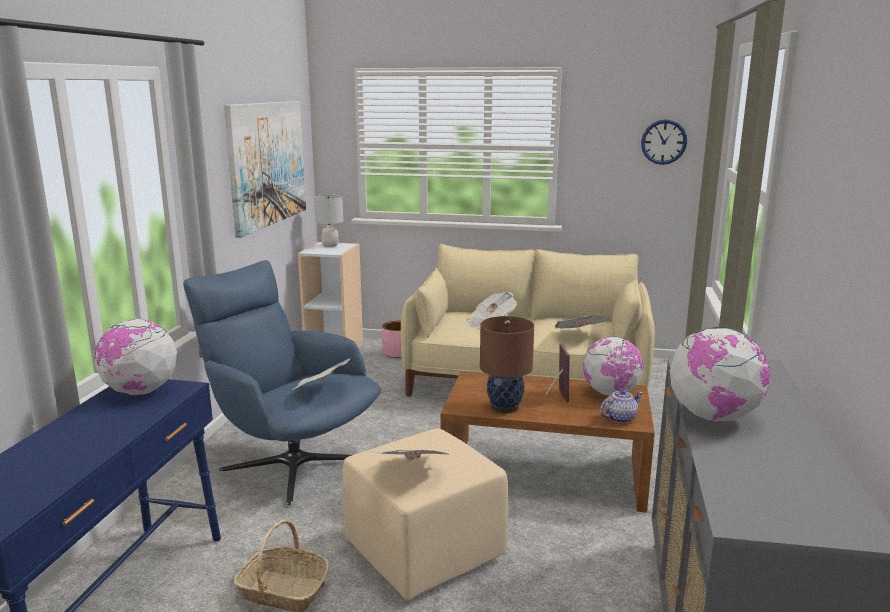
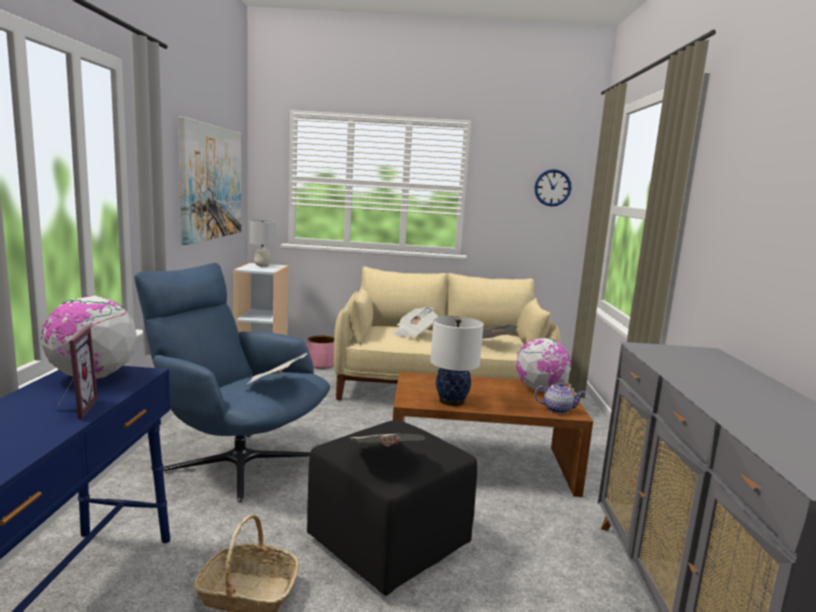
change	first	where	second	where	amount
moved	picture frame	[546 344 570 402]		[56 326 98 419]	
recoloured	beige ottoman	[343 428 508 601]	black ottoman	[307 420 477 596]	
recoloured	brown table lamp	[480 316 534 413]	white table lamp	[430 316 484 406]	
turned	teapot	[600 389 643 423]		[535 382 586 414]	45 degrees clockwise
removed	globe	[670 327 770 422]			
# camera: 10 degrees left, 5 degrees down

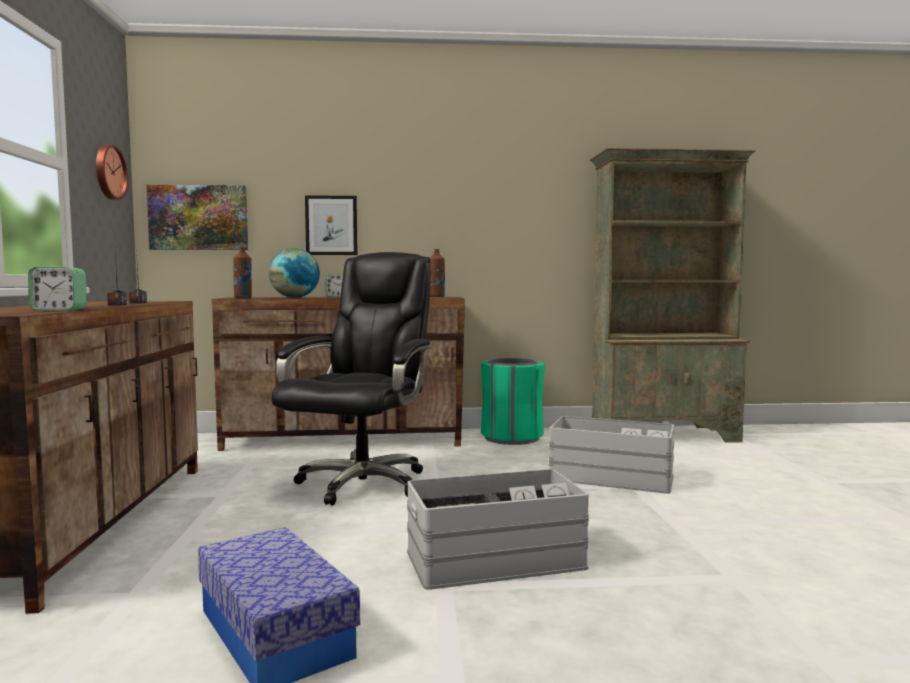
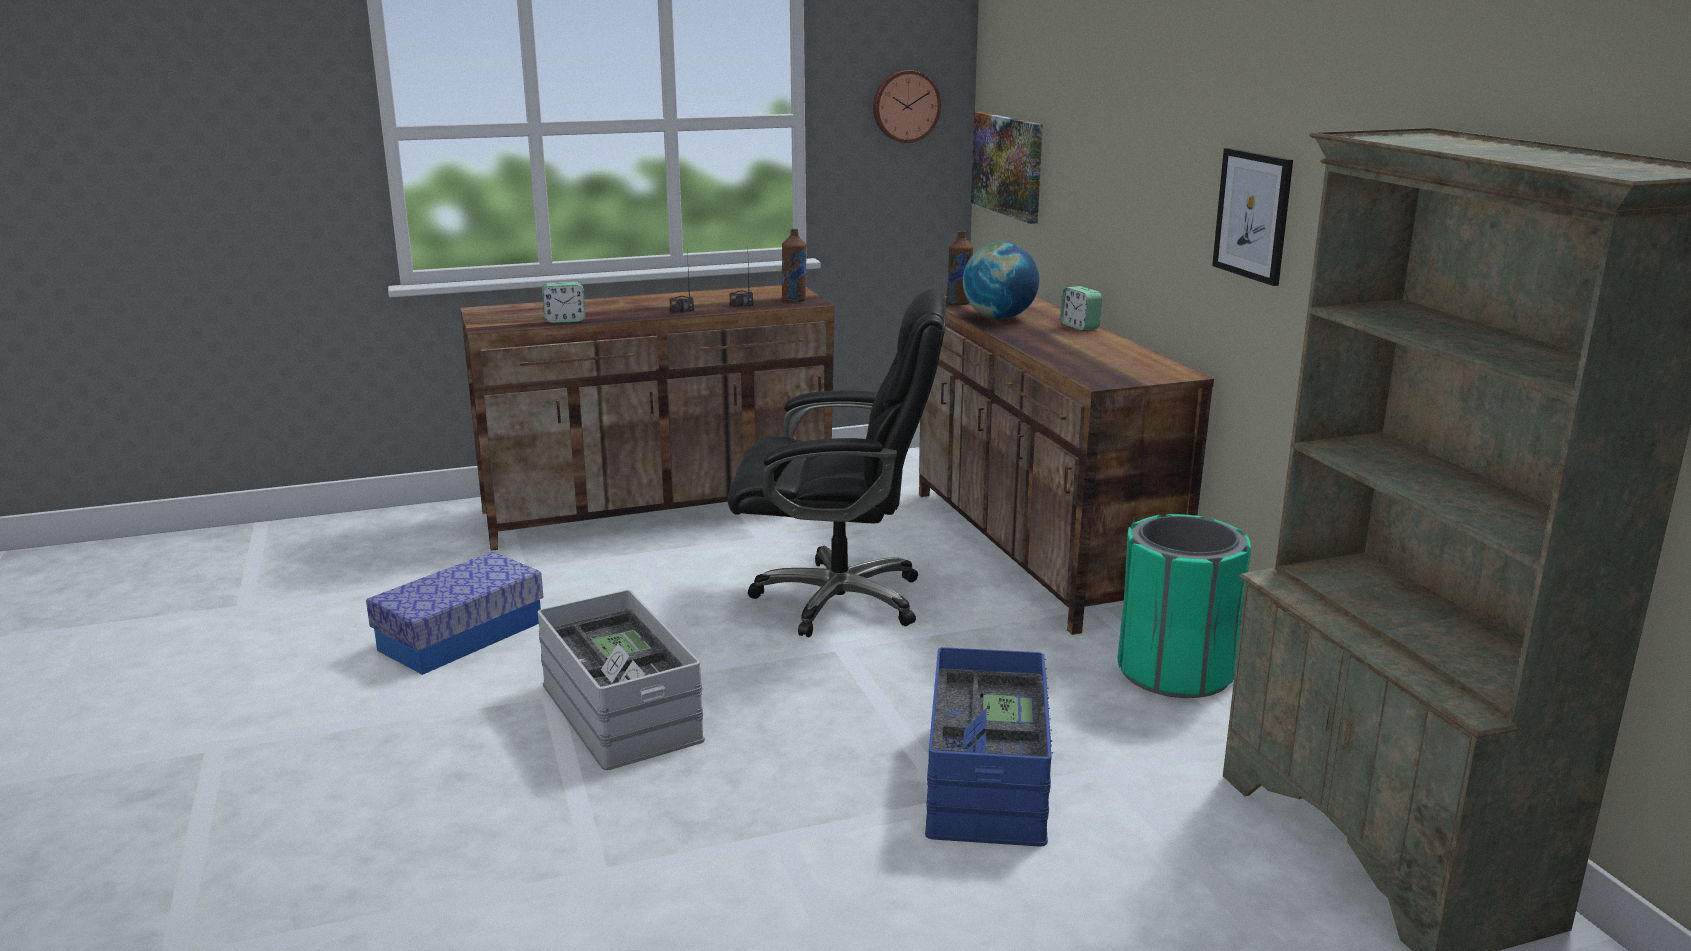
change	first	where	second	where	amount
turned	alarm clock	[28 267 87 311]		[542 282 585 323]	90 degrees counterclockwise
moved	brown bottle	[430 249 445 297]		[782 229 806 302]	
recoloured	grey storage box	[549 416 675 494]	blue storage box	[925 647 1053 847]	
moved	picture	[305 195 358 255]		[1212 148 1293 286]	
# camera: 75 degrees right, 15 degrees up

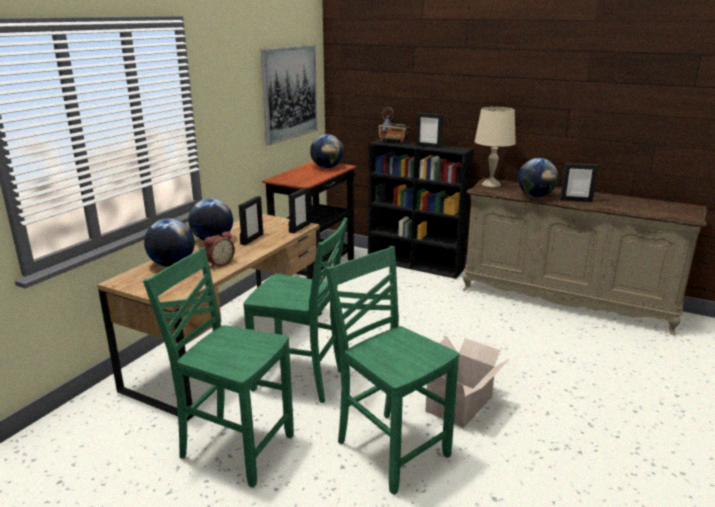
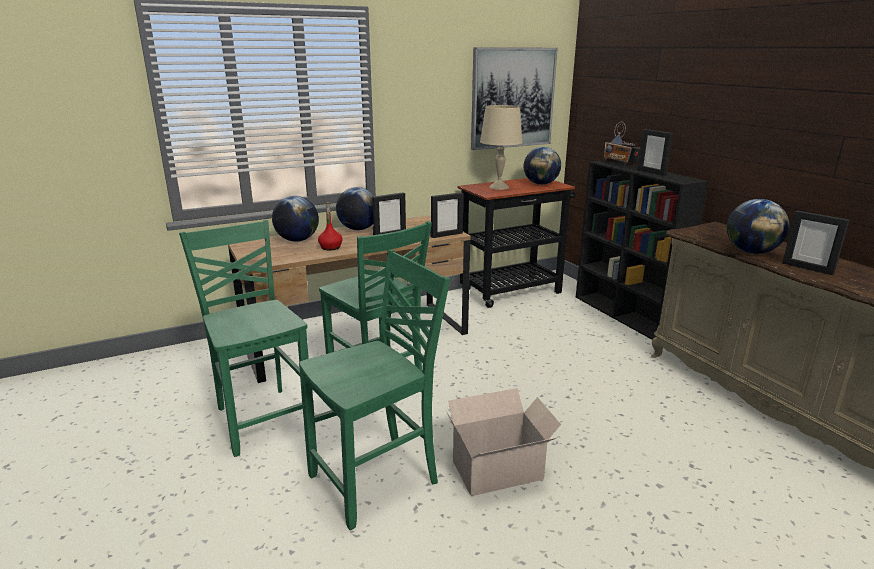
change	first	where	second	where	amount
turned	green chair	[325 246 459 495]		[299 250 450 530]	60 degrees clockwise
replaced	alarm clock	[204 231 235 268]	red bottle	[318 202 343 250]	
moved	beige table lamp	[474 107 516 187]		[480 105 523 190]	
# camera: 35 degrees right, 0 degrees up

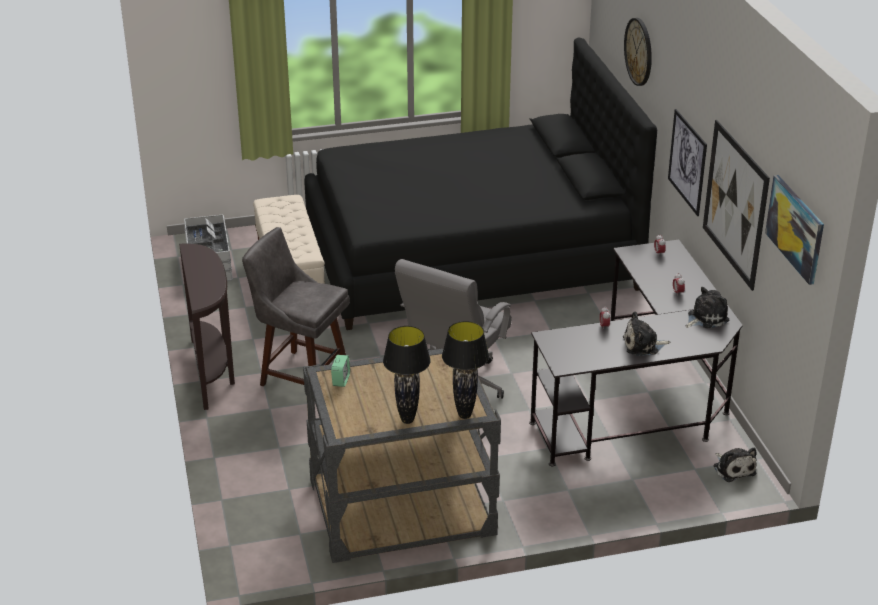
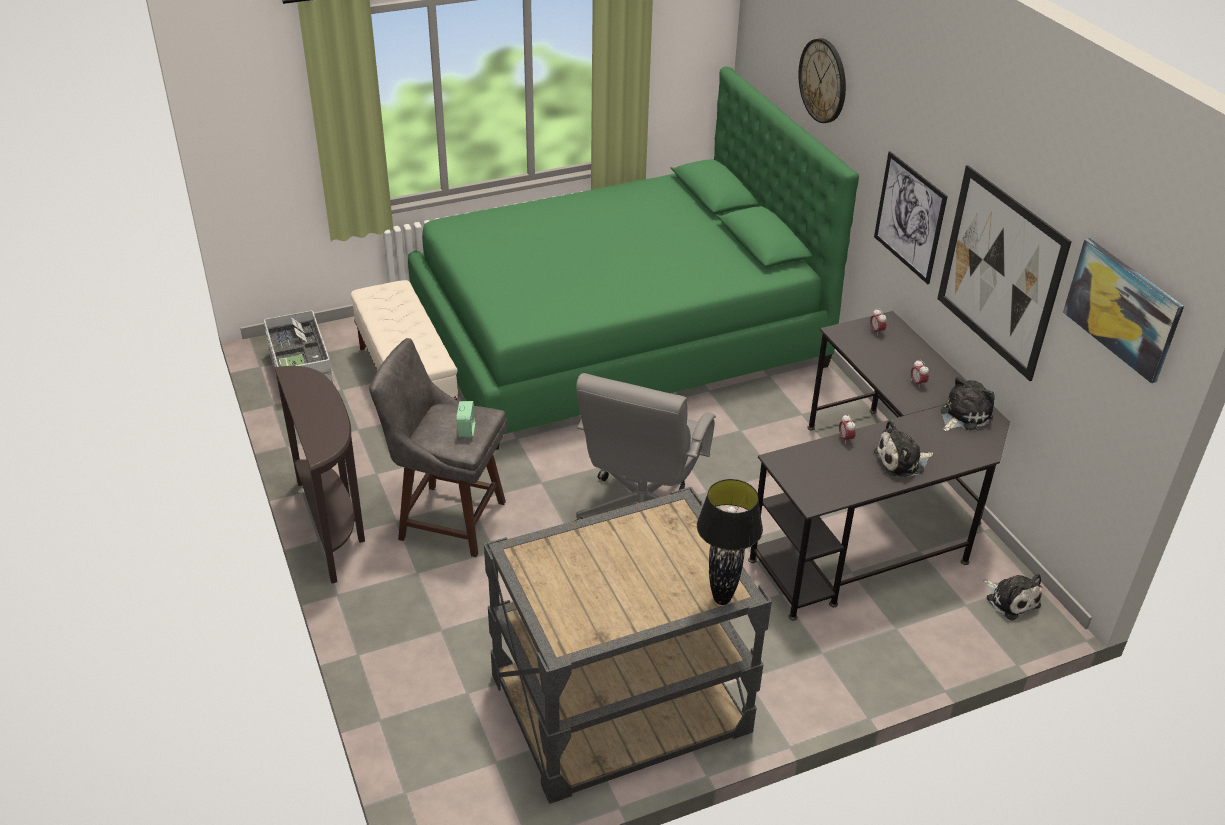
change	first	where	second	where	amount
recoloured	black bed	[304 38 657 330]	green bed	[408 67 859 450]	
moved	alarm clock	[331 355 350 387]		[456 401 476 438]	
removed	black table lamp	[383 326 431 424]			
# camera: 10 degrees left, 5 degrees up

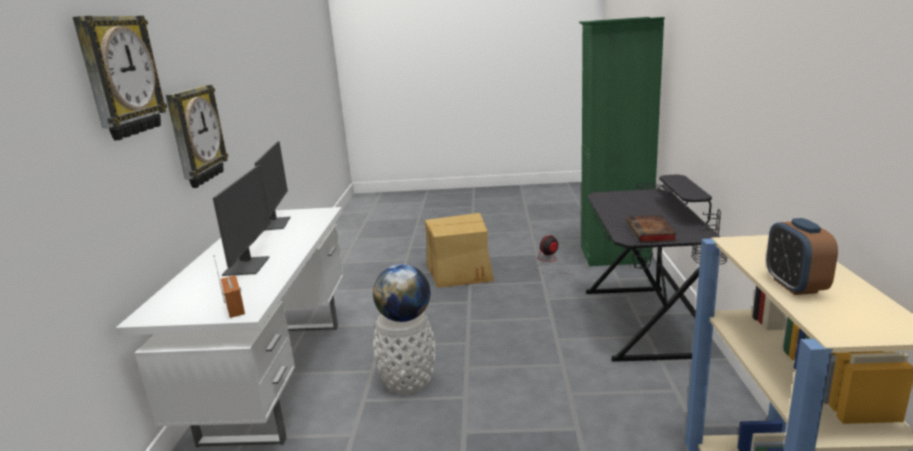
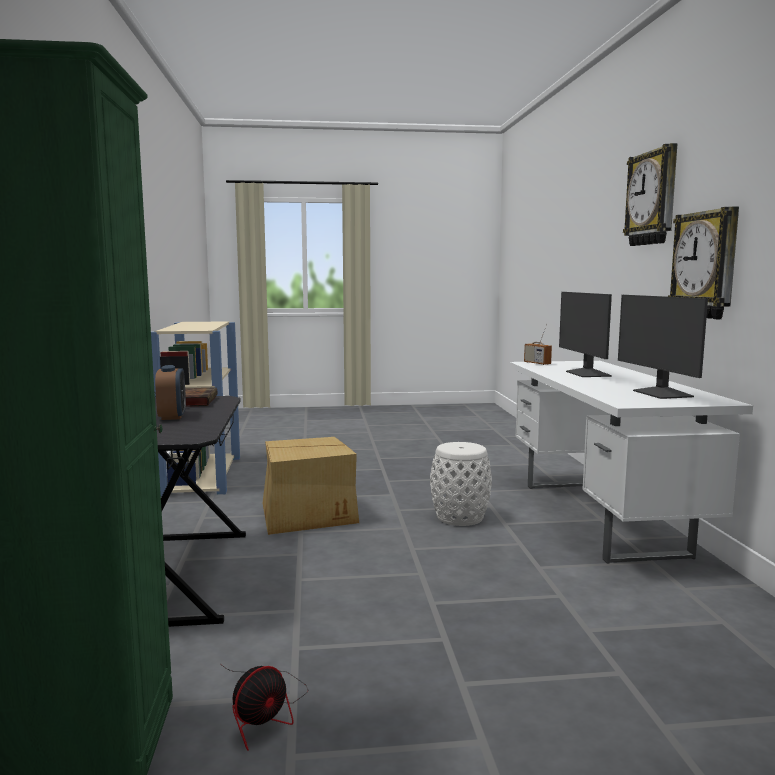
change	first	where	second	where	amount
moved	alarm clock	[766 218 838 295]		[155 365 186 420]	
moved	cardboard box	[425 213 494 288]		[263 437 359 535]	
removed	globe	[373 264 430 322]			
# camera: 170 degrees right, 10 degrees down

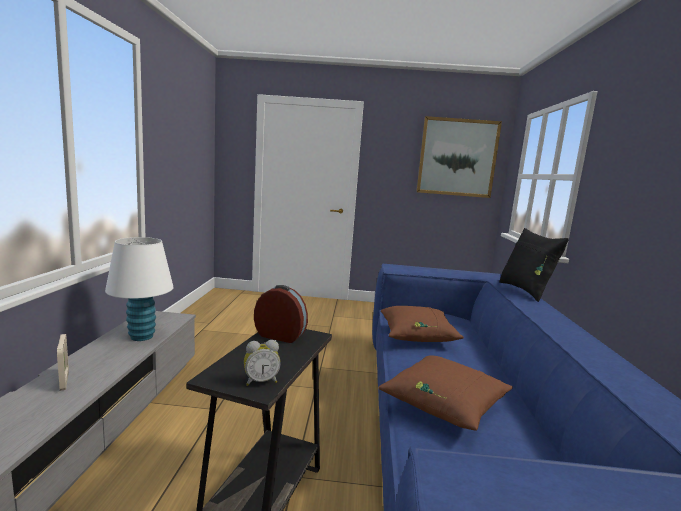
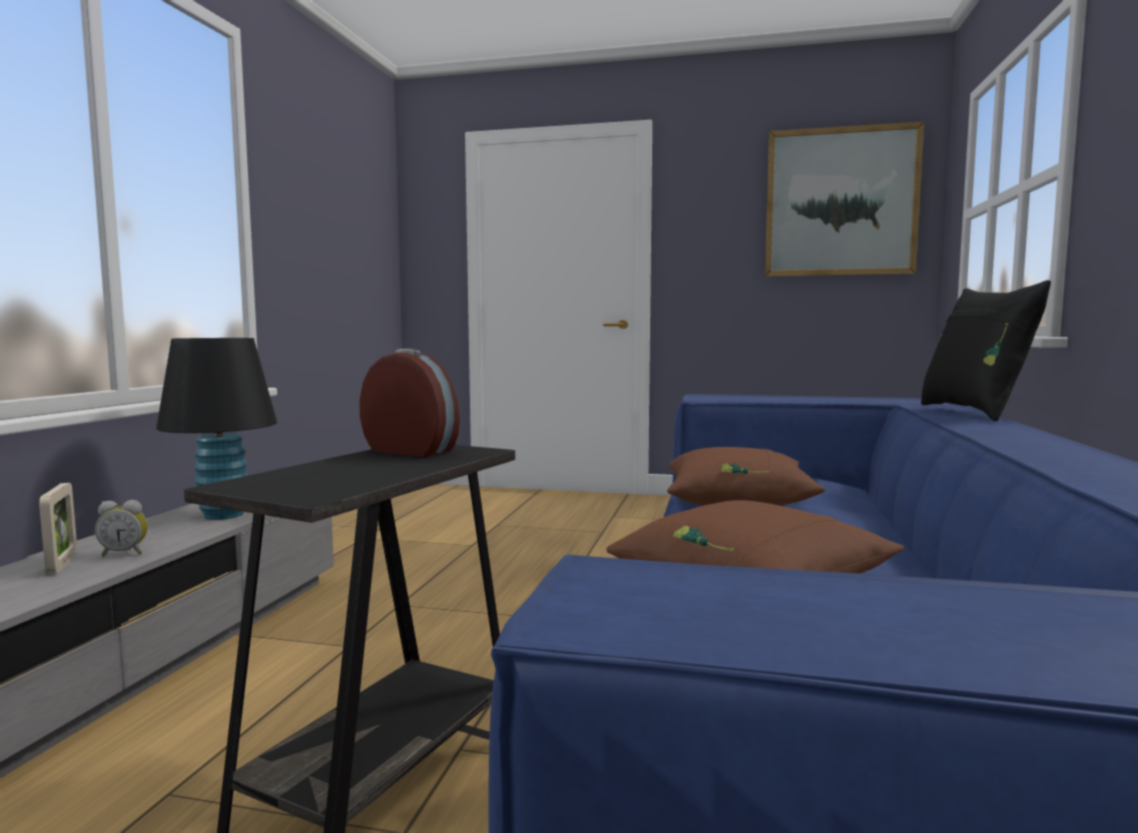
change	first	where	second	where	amount
moved	alarm clock	[244 340 281 386]		[95 500 148 556]	
recoloured	white table lamp	[105 237 174 341]	black table lamp	[156 338 277 520]	
# camera: 10 degrees right, 5 degrees down

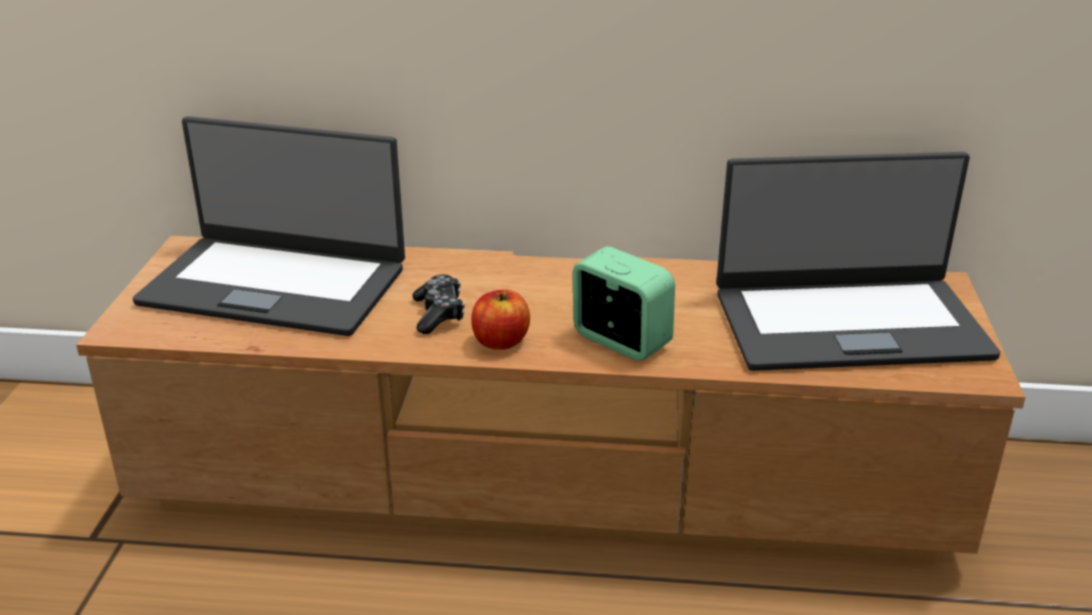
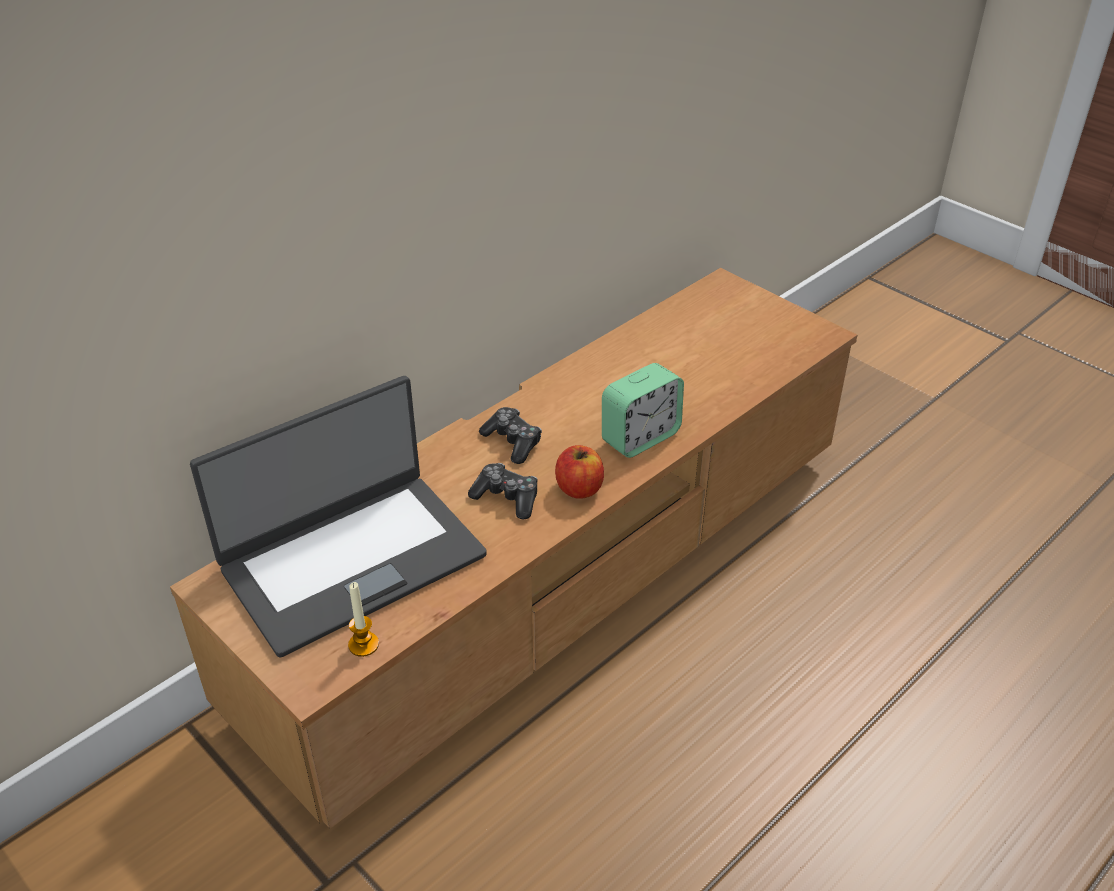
change	first	where	second	where	amount
added			candle	[348 582 379 657]	
added			game controller	[479 407 542 464]	
turned	alarm clock	[573 247 675 361]		[602 363 684 458]	150 degrees clockwise
removed	laptop	[716 152 1000 371]			
# camera: 50 degrees left, 10 degrees up

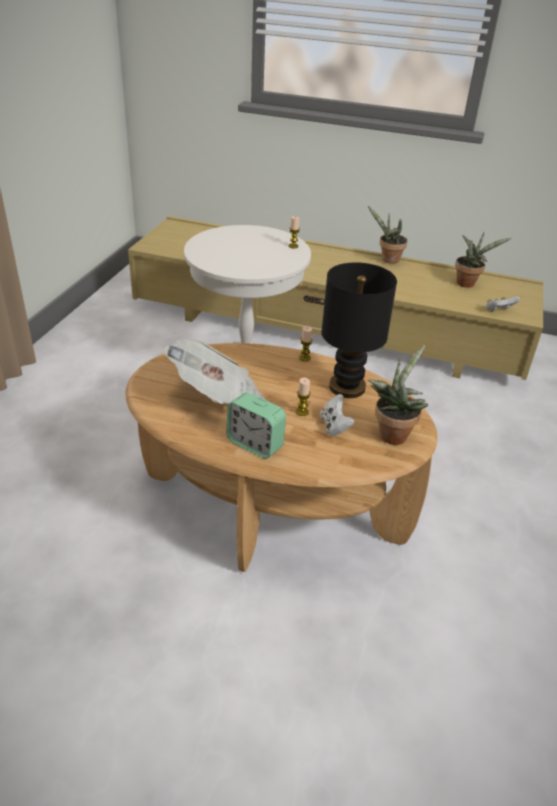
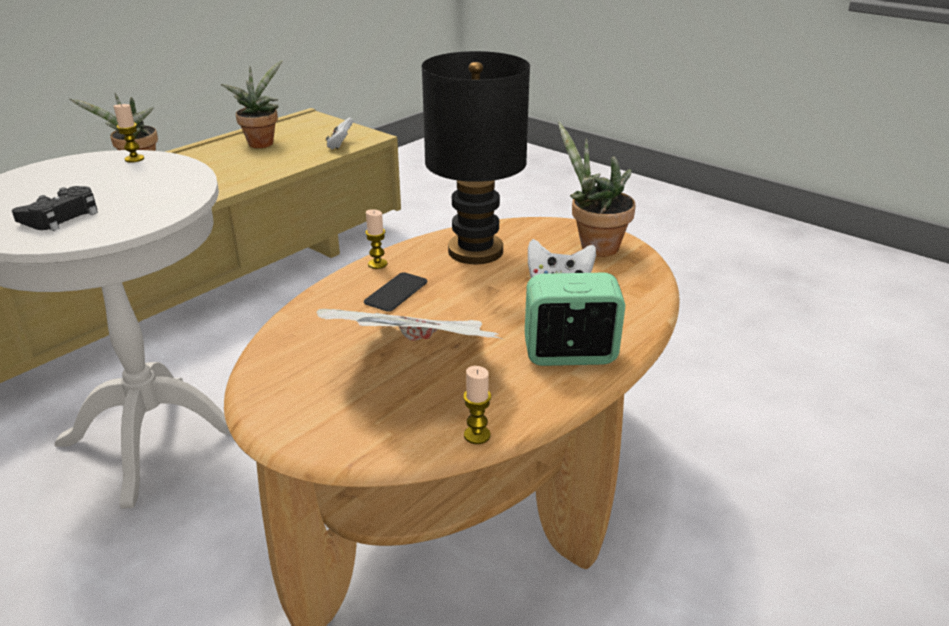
change	first	where	second	where	amount
added			black game controller	[12 186 98 231]	
added			phone	[364 272 428 312]	
moved	candle	[296 378 311 416]		[463 366 491 444]	
turned	alarm clock	[227 392 286 459]		[525 273 625 366]	150 degrees counterclockwise
# camera: 65 degrees left, 5 degrees down

